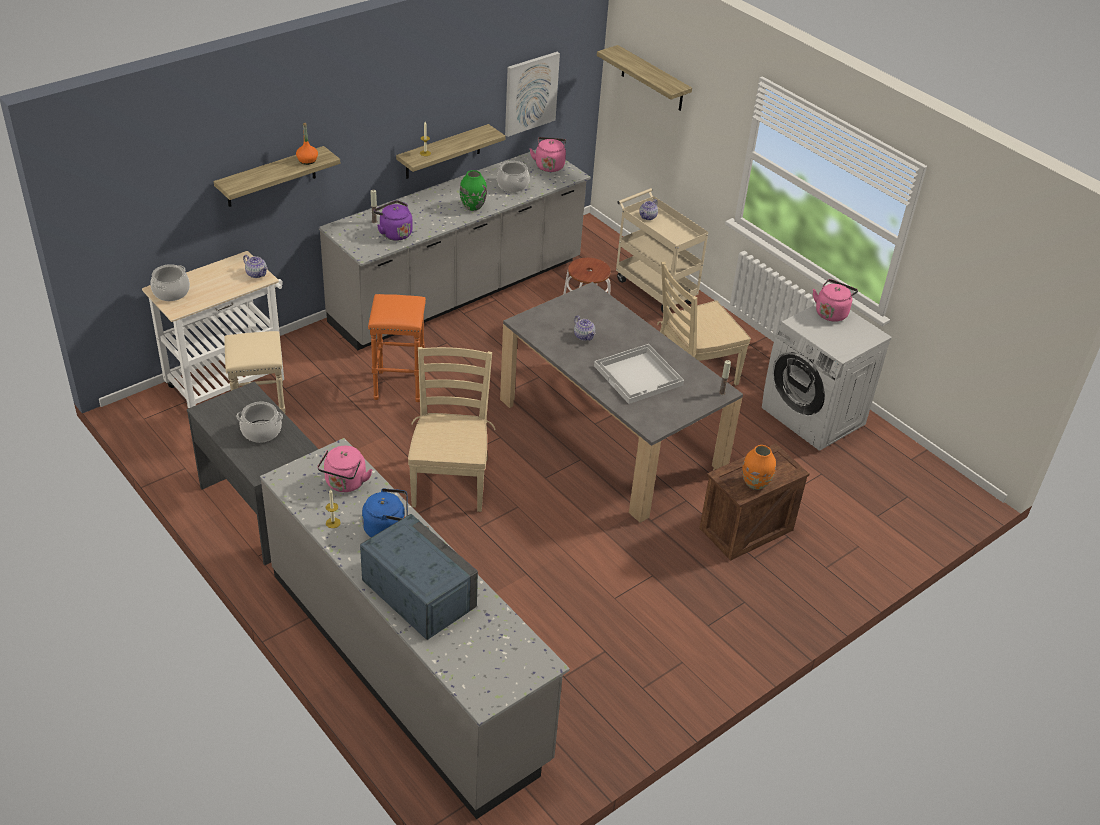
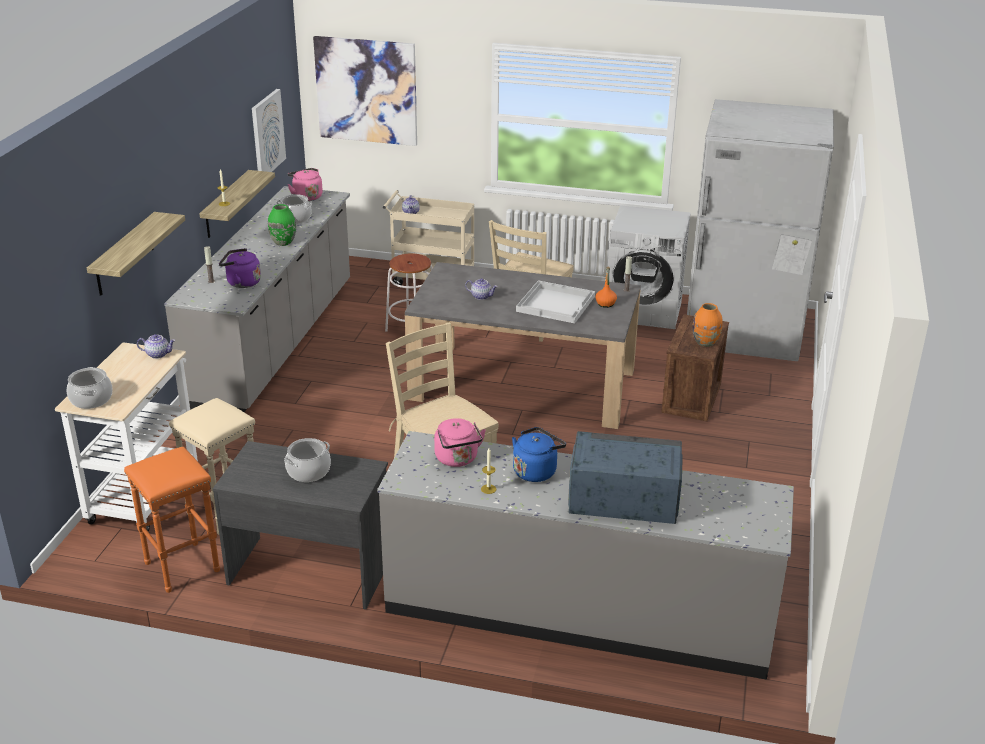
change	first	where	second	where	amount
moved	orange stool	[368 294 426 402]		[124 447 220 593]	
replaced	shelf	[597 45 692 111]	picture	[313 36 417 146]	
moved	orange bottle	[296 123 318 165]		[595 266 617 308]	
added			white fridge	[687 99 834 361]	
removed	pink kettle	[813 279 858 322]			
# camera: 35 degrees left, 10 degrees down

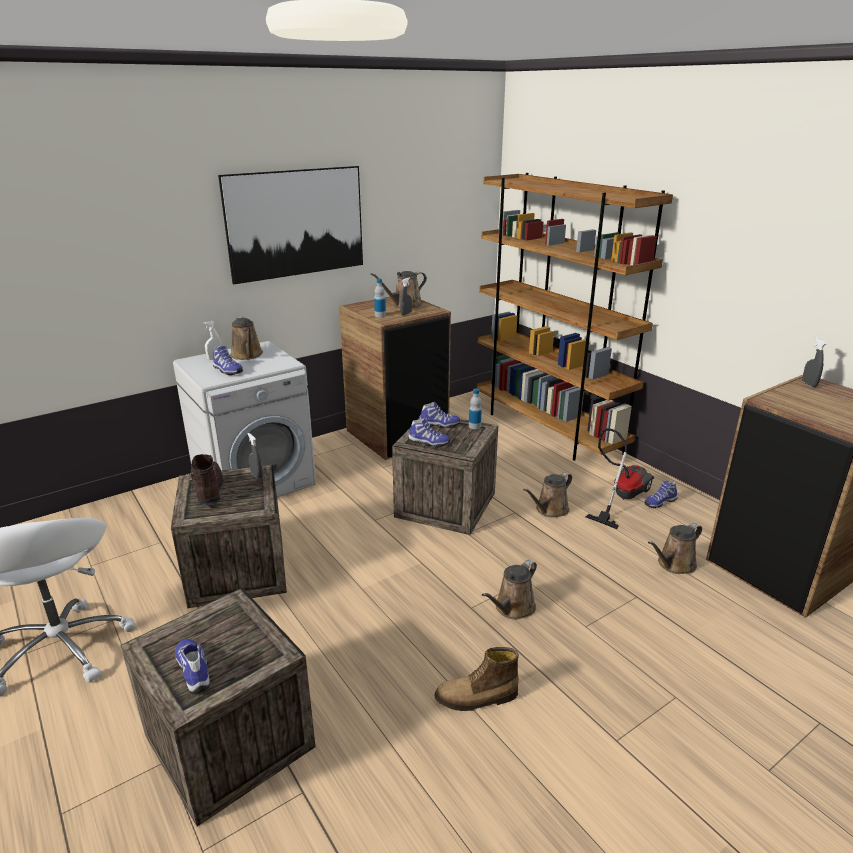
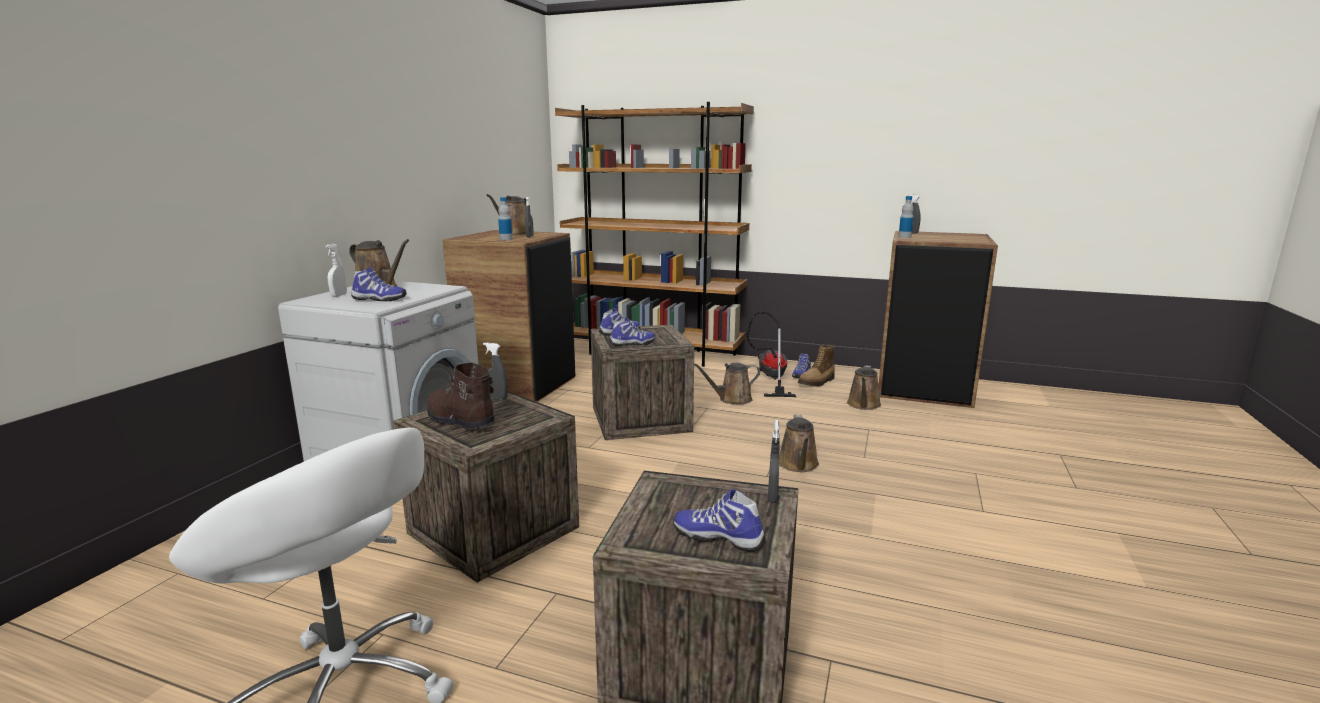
change	first	where	second	where	amount
turned	brown watering can	[523 472 572 518]		[694 363 760 404]	60 degrees clockwise
added			grey spray bottle	[768 420 780 503]	
moved	boot	[435 647 519 711]		[798 345 835 387]	
moved	bottle	[469 388 482 429]		[898 196 914 238]	
removed	picture	[218 166 363 285]			
# camera: 35 degrees left, 10 degrees down

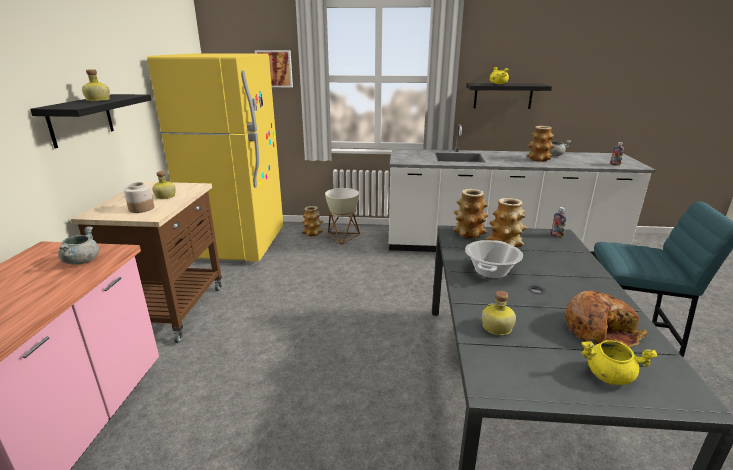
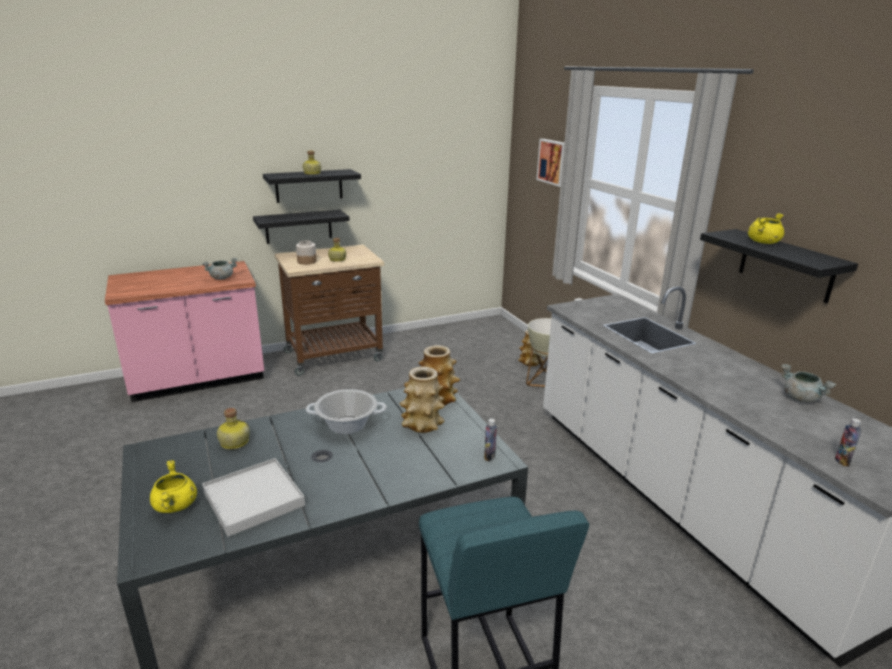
change	first	where	second	where	amount
replaced	bread	[565 291 647 347]	white tray	[202 458 305 537]	
added			black shelf	[253 210 350 244]	
removed	yellow fridge	[147 53 283 263]			
removed	vase	[527 126 554 162]			
# camera: 60 degrees right, 0 degrees up

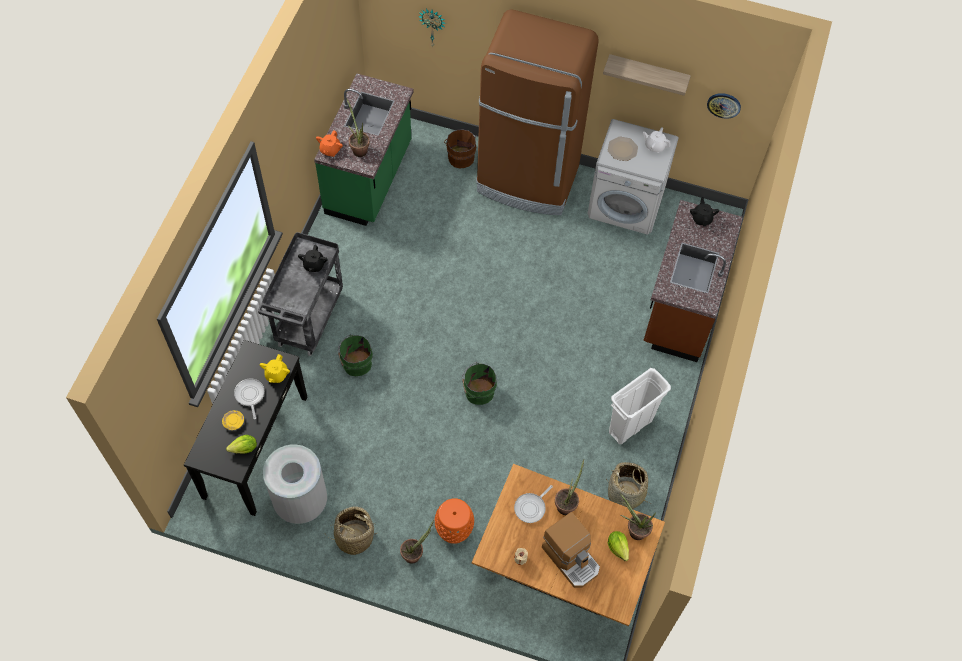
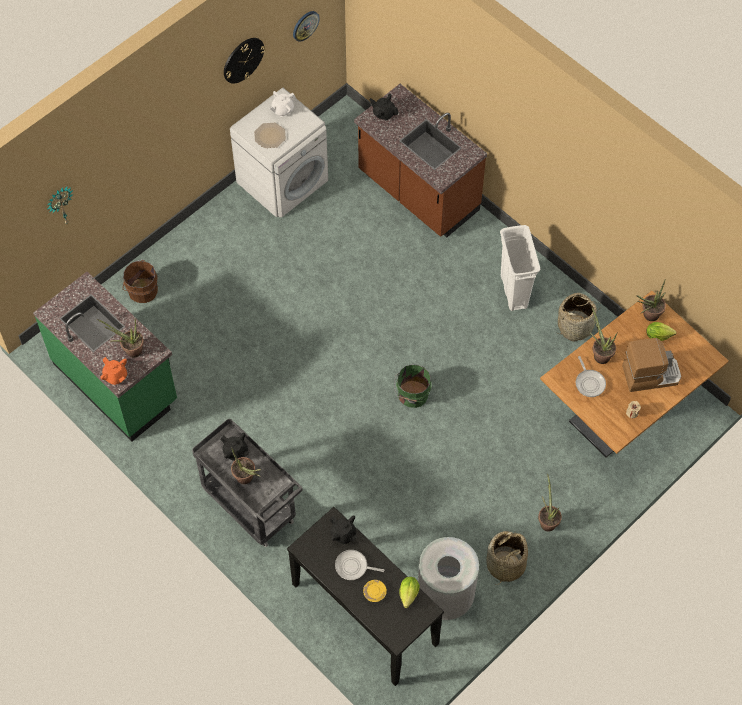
change	first	where	second	where	amount
replaced	shelf	[603 54 691 96]	wall clock	[224 38 265 84]	
added			potted plant	[231 448 261 484]	
recoloured	yellow teapot	[260 354 290 383]	black teapot	[330 516 358 544]	
removed	green bucket	[338 334 373 376]			
removed	orange stool	[435 498 474 544]			
removed	brown fridge	[476 9 599 215]			
# camera: 60 degrees left, 0 degrees up

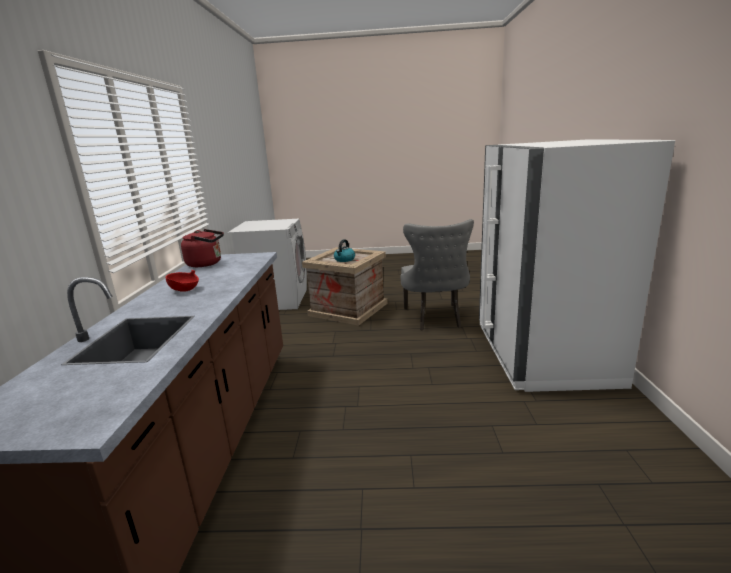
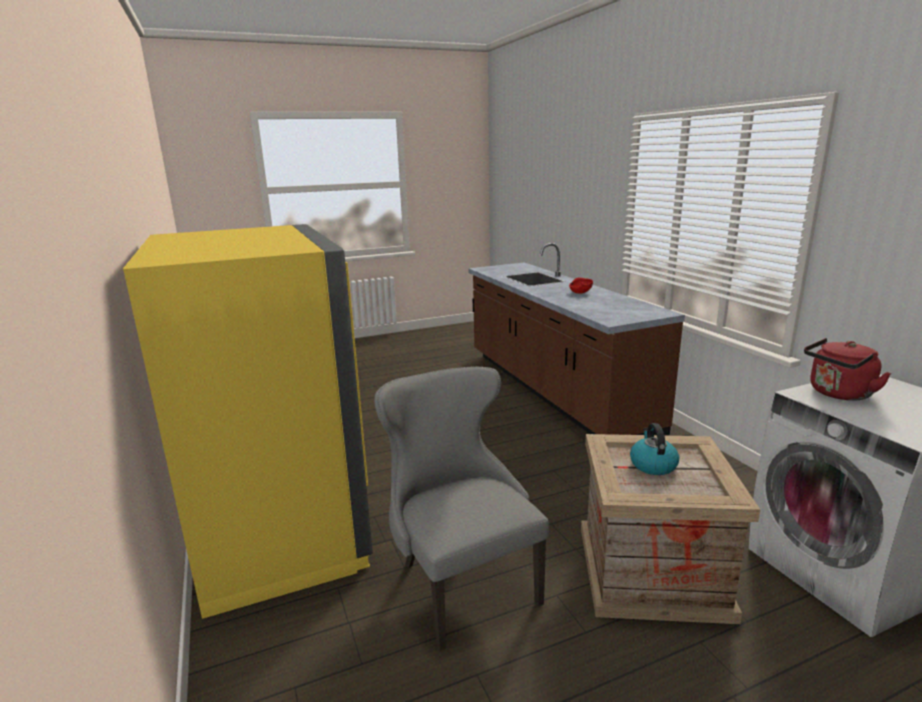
change	first	where	second	where	amount
recoloured	white fridge	[479 139 675 392]	yellow fridge	[123 224 373 619]	
moved	red kettle	[181 229 224 267]		[804 338 891 401]	
# camera: 155 degrees right, 0 degrees up

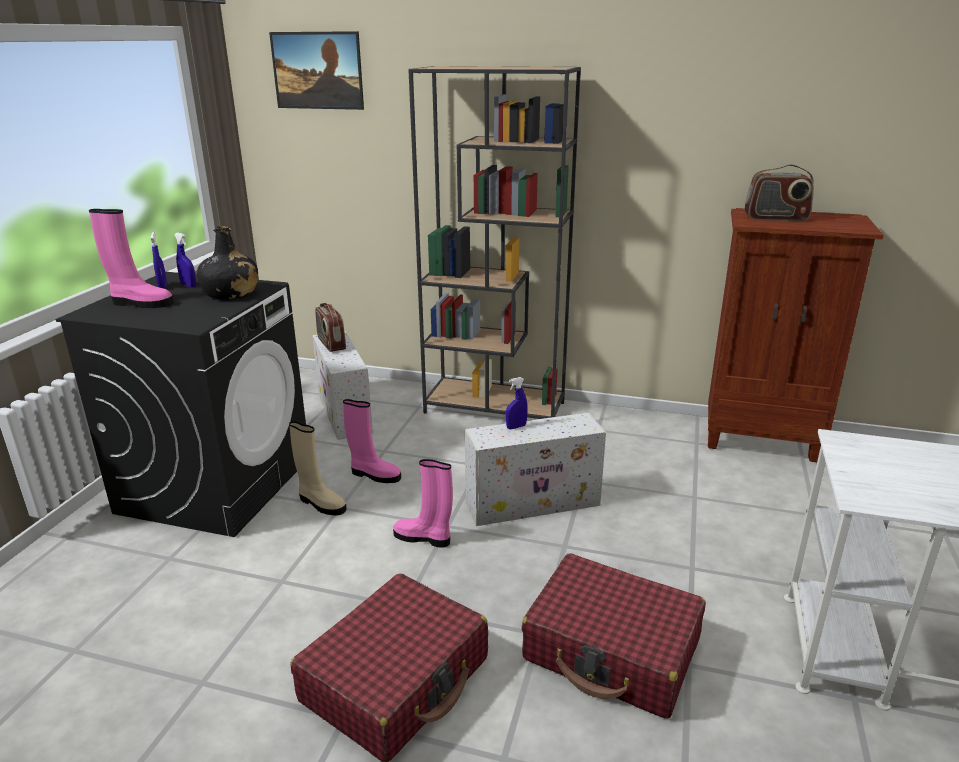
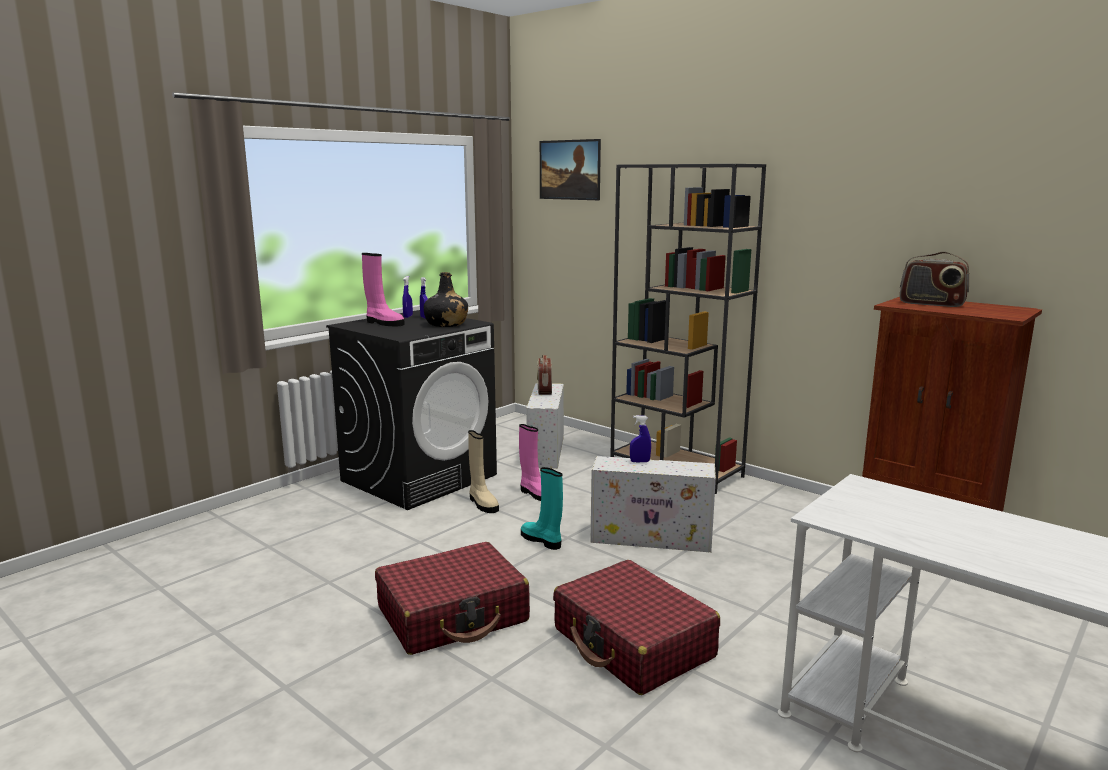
change	first	where	second	where	amount
recoloured	pink boot	[393 459 453 548]	turquoise boot	[521 467 563 550]	
# camera: 25 degrees right, 10 degrees down

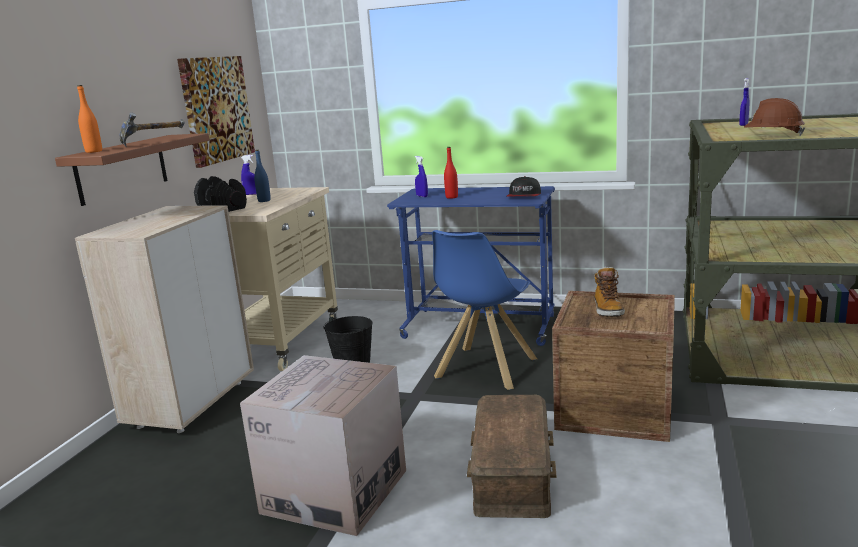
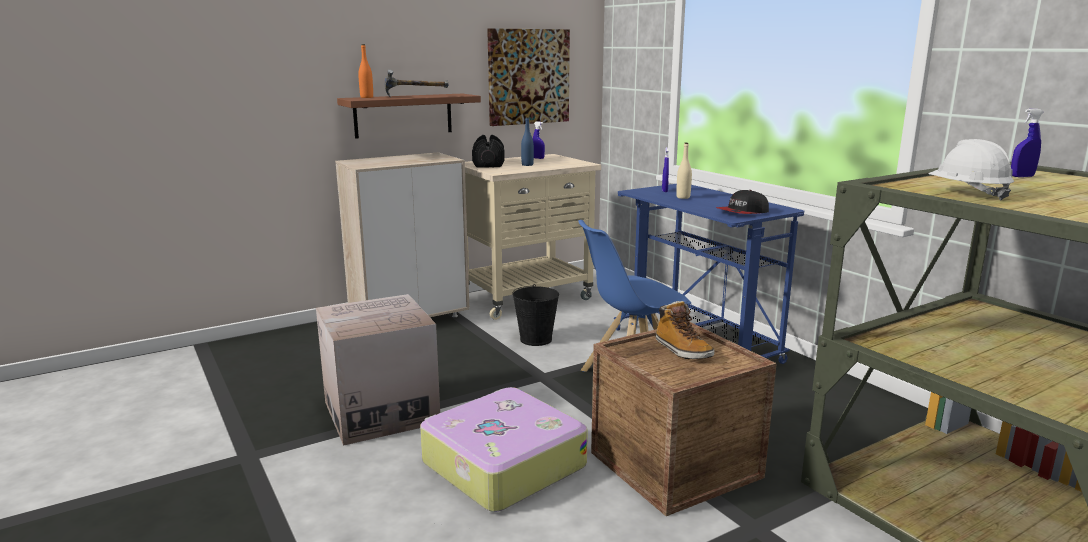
change	first	where	second	where	amount
replaced	brown storage box	[467 395 557 518]	suitcase	[420 387 588 512]	
turned	boot	[594 267 625 317]		[655 301 715 359]	75 degrees counterclockwise
recoloured	red bottle	[444 147 458 199]	beige bottle	[676 142 692 199]	
recoloured	brown hard hat	[744 98 805 136]	white hard hat	[928 139 1014 200]	
# camera: 40 degrees right, 0 degrees up

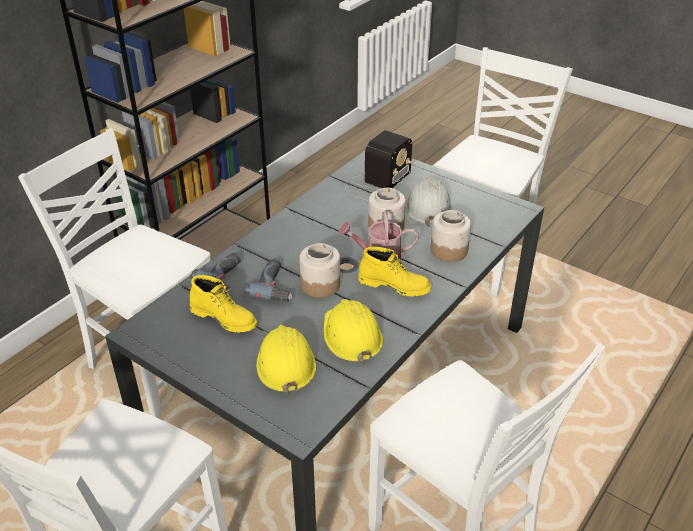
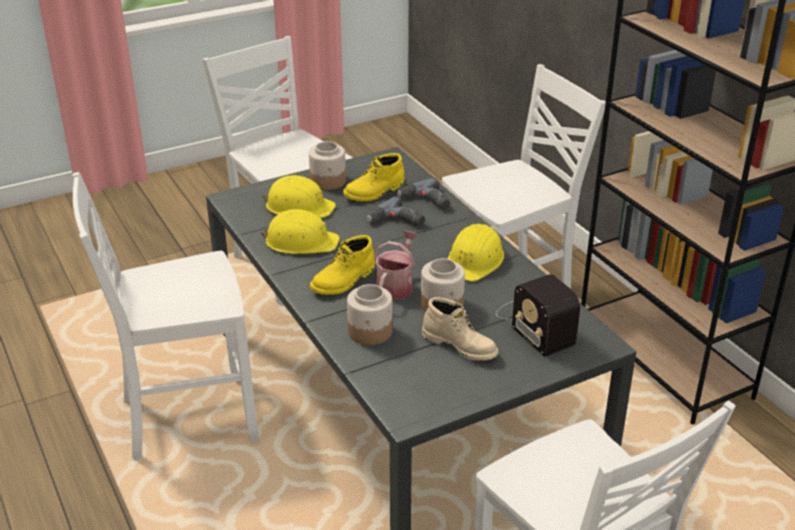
change	first	where	second	where	amount
moved	jar	[299 243 340 298]		[309 141 346 190]	
replaced	white hard hat	[405 177 453 227]	beige boot	[422 297 498 361]	
added			yellow hard hat	[448 224 505 281]	
# camera: 115 degrees right, 5 degrees down

